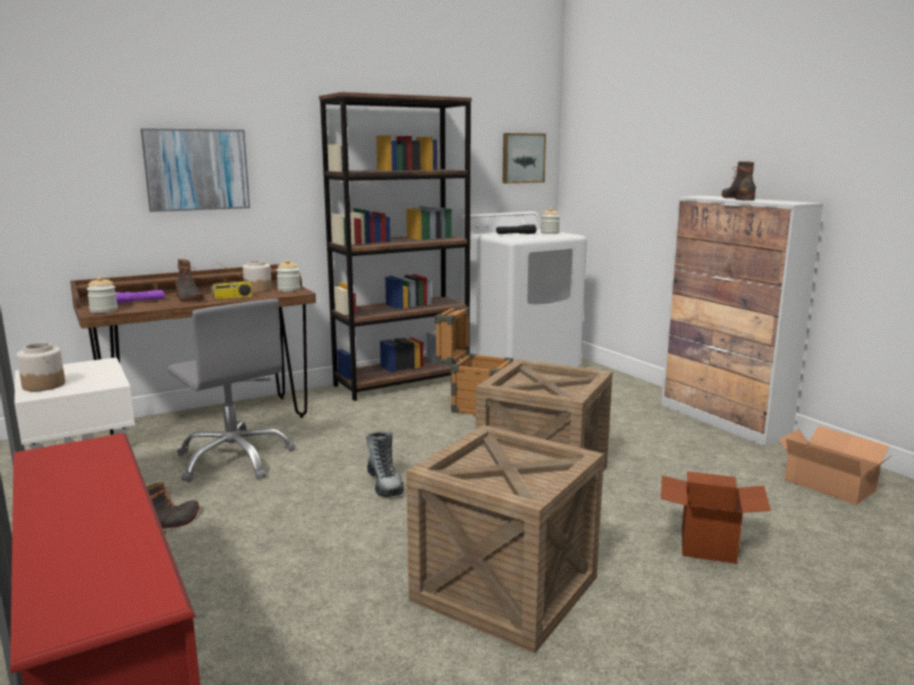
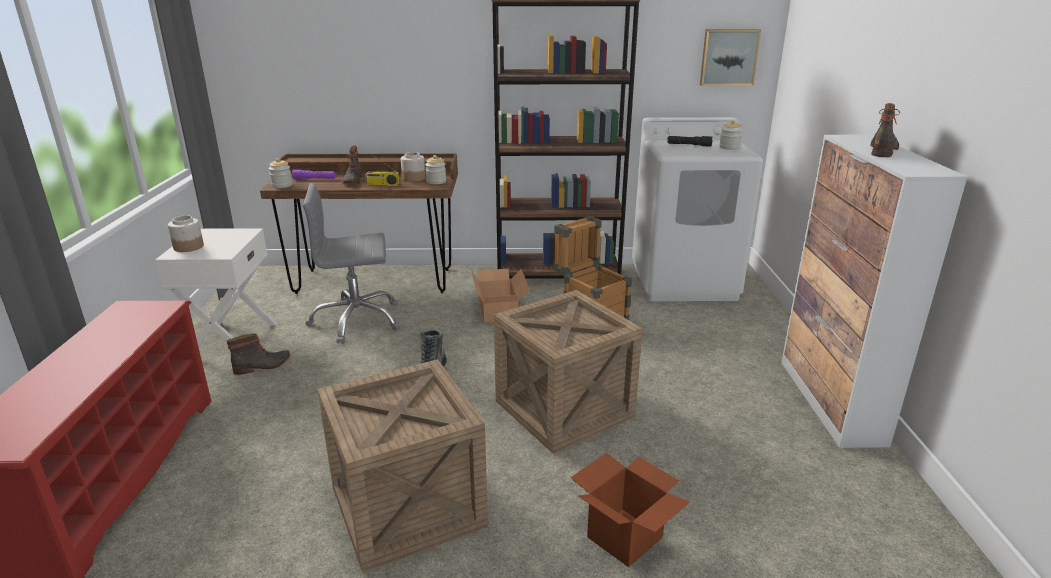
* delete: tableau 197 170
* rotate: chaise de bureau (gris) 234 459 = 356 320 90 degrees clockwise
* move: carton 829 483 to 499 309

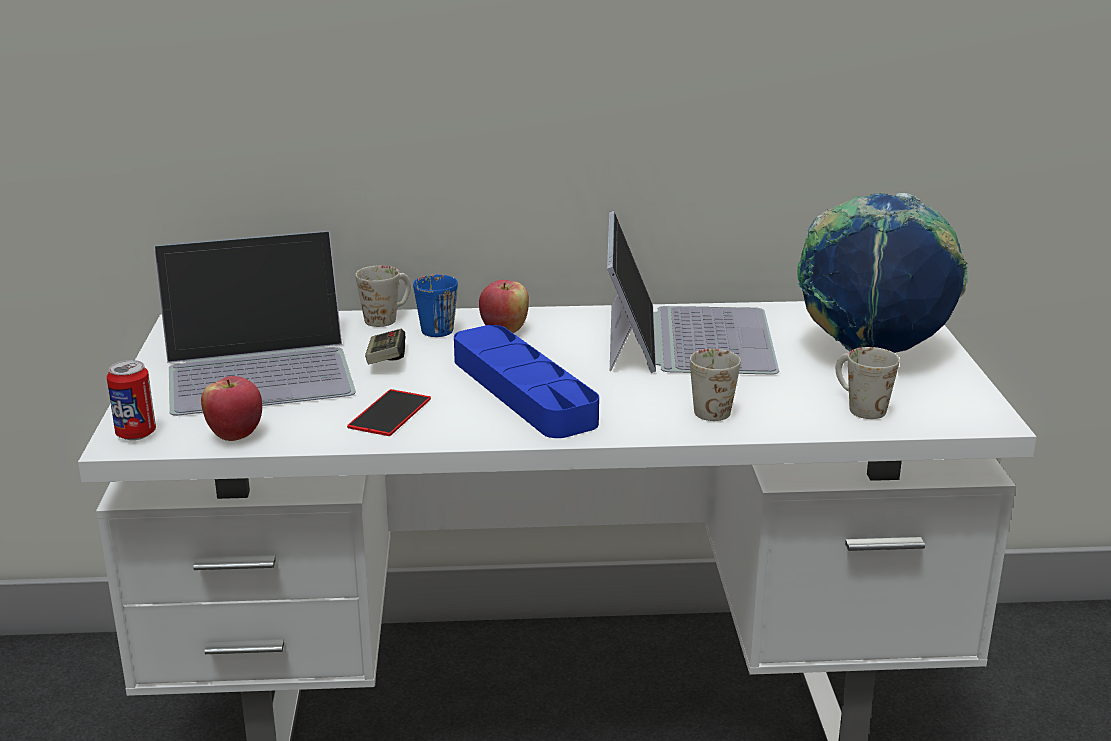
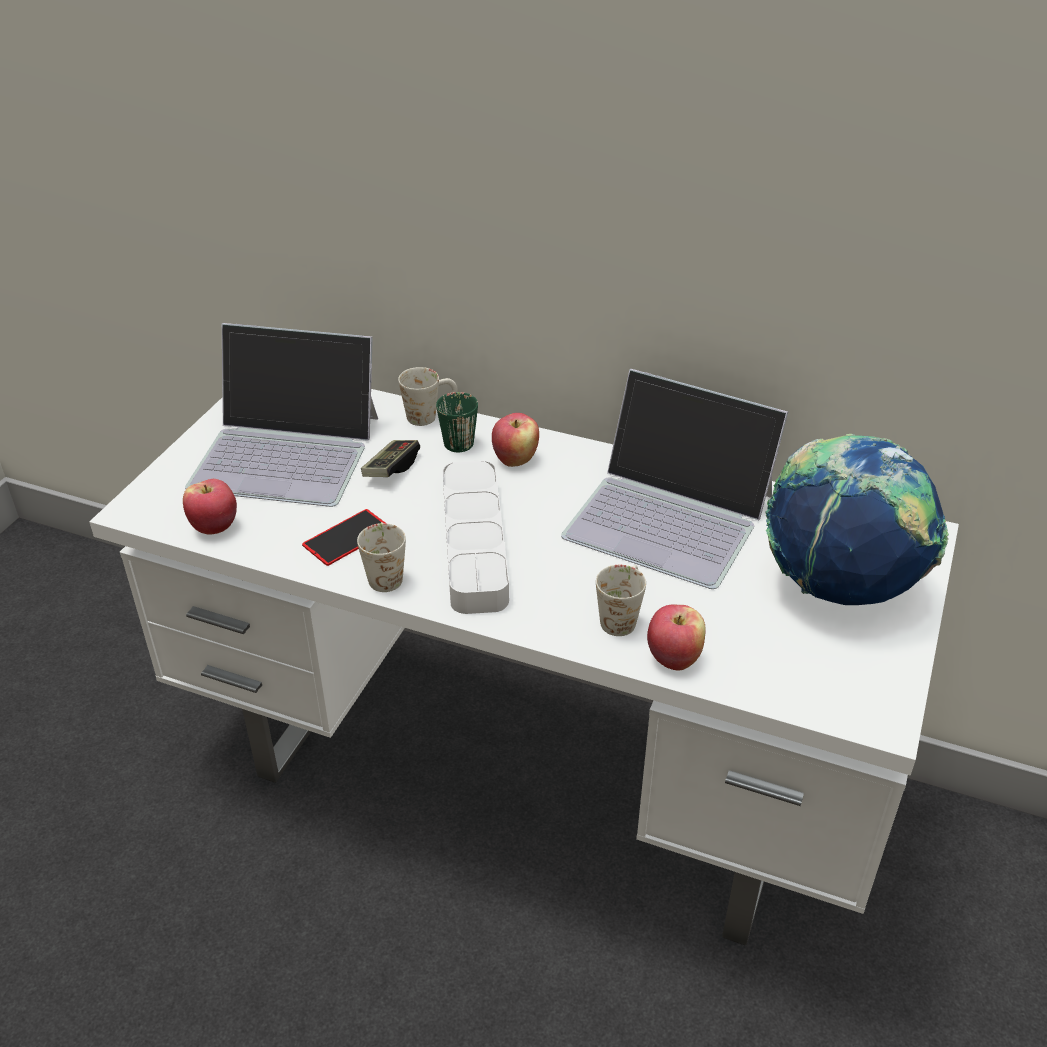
* rotate: ordinateur portable 685 338 = 670 515 90 degrees clockwise
* recolor: mug (bleu) 433 327 to mug (vert) 459 438
* recolor: plateau (bleu) 523 391 to plateau (gris) 474 543
* move: mug (blanc) 858 406 to 384 573
* delete: boîte métallique 136 434
* insert: pomme 673 658

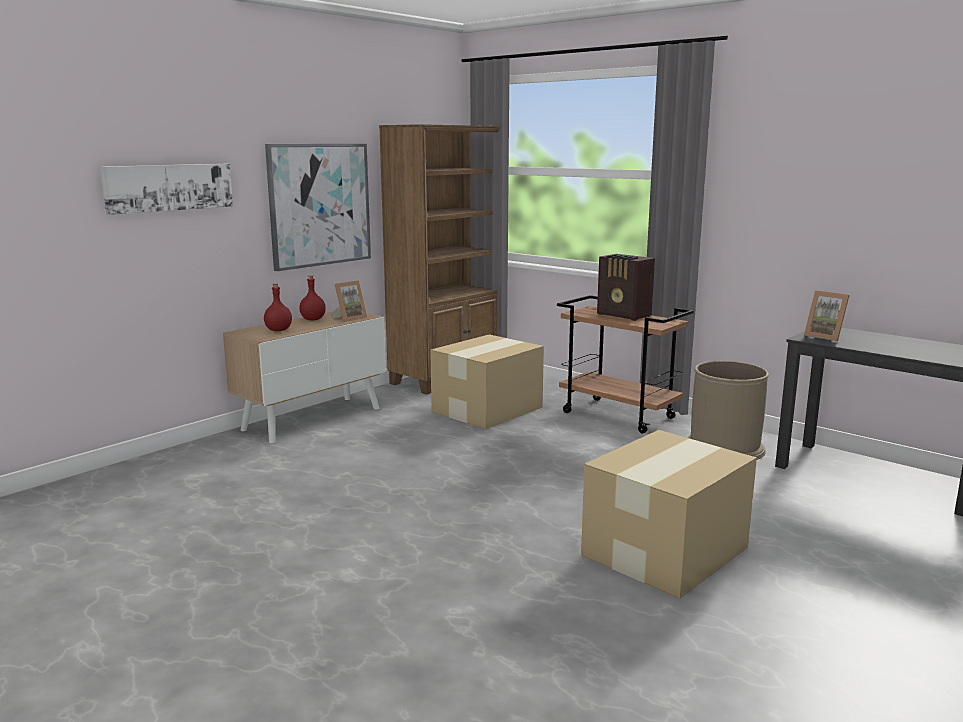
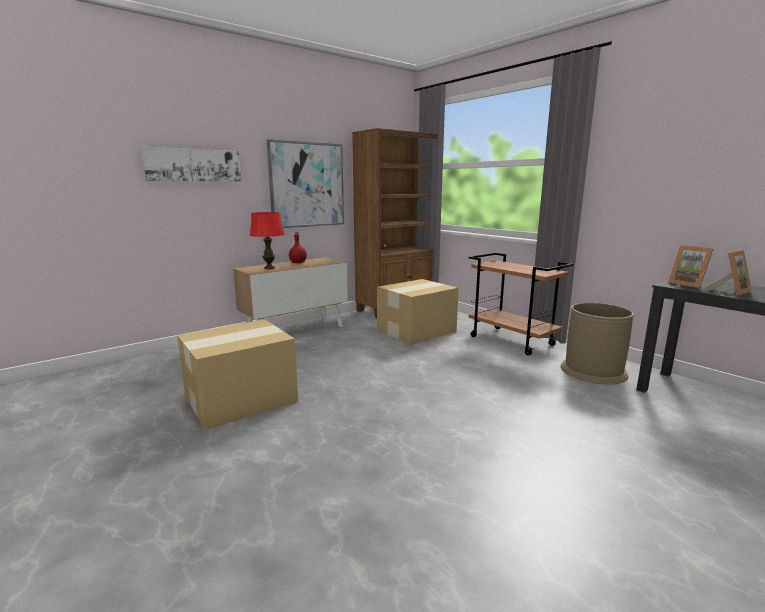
* delete: radio 624 315
* move: cadre photo 349 318 to 730 291
* replace: bouteille (rouge) 278 330 to lampe de table (rouge) 269 268
* move: carton 667 551 to 242 399

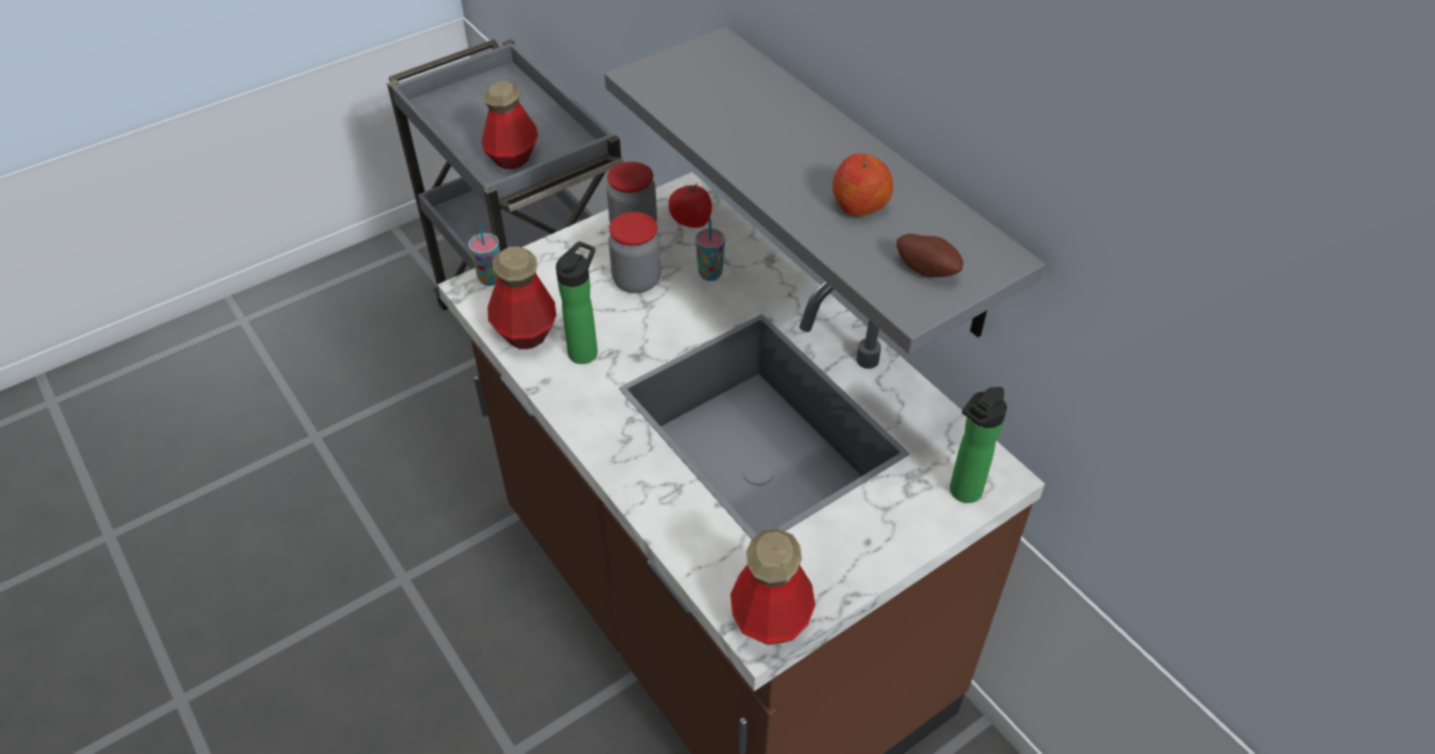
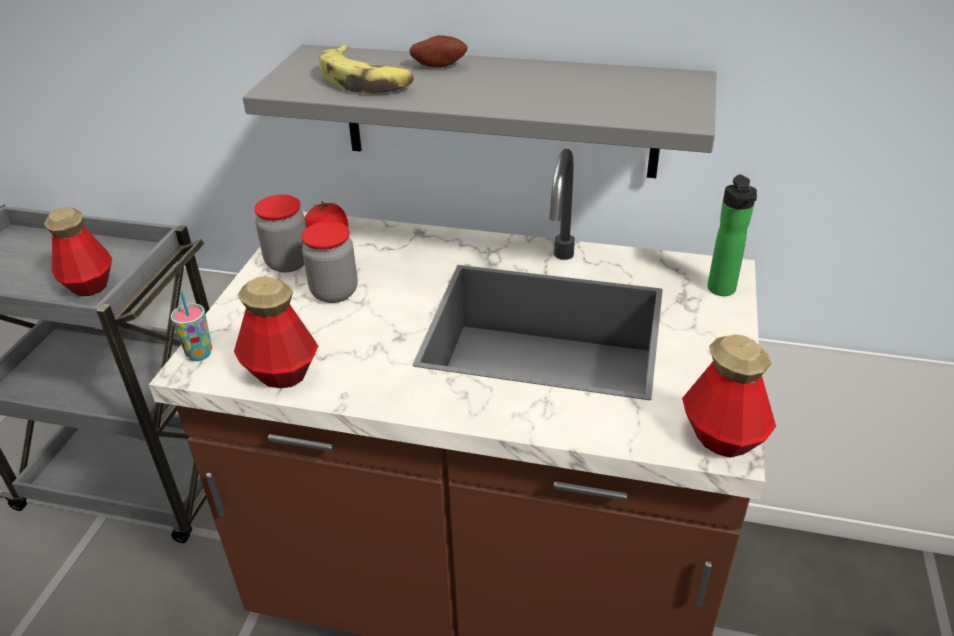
* delete: pomme 859 205
* delete: tasse 710 274
* move: pomme de terre 927 269 to 439 65
* delete: bouteille 585 350
* insert: banane 366 81

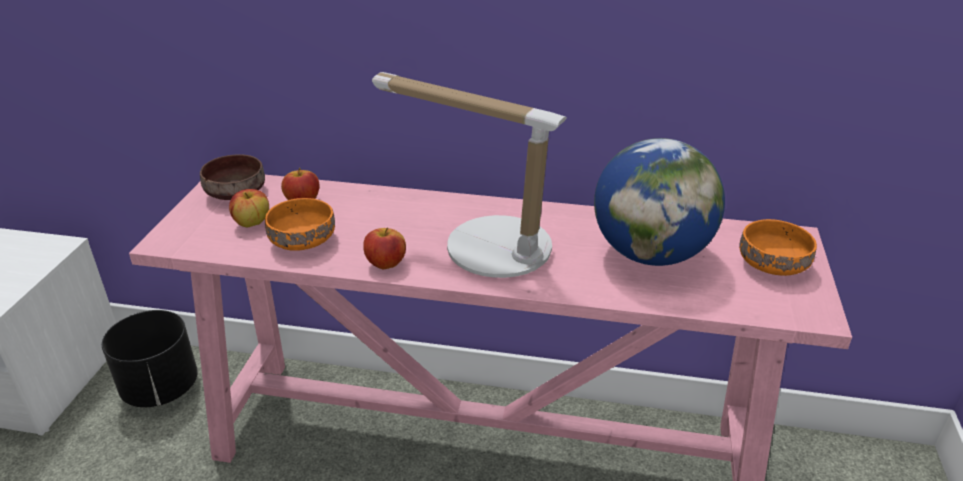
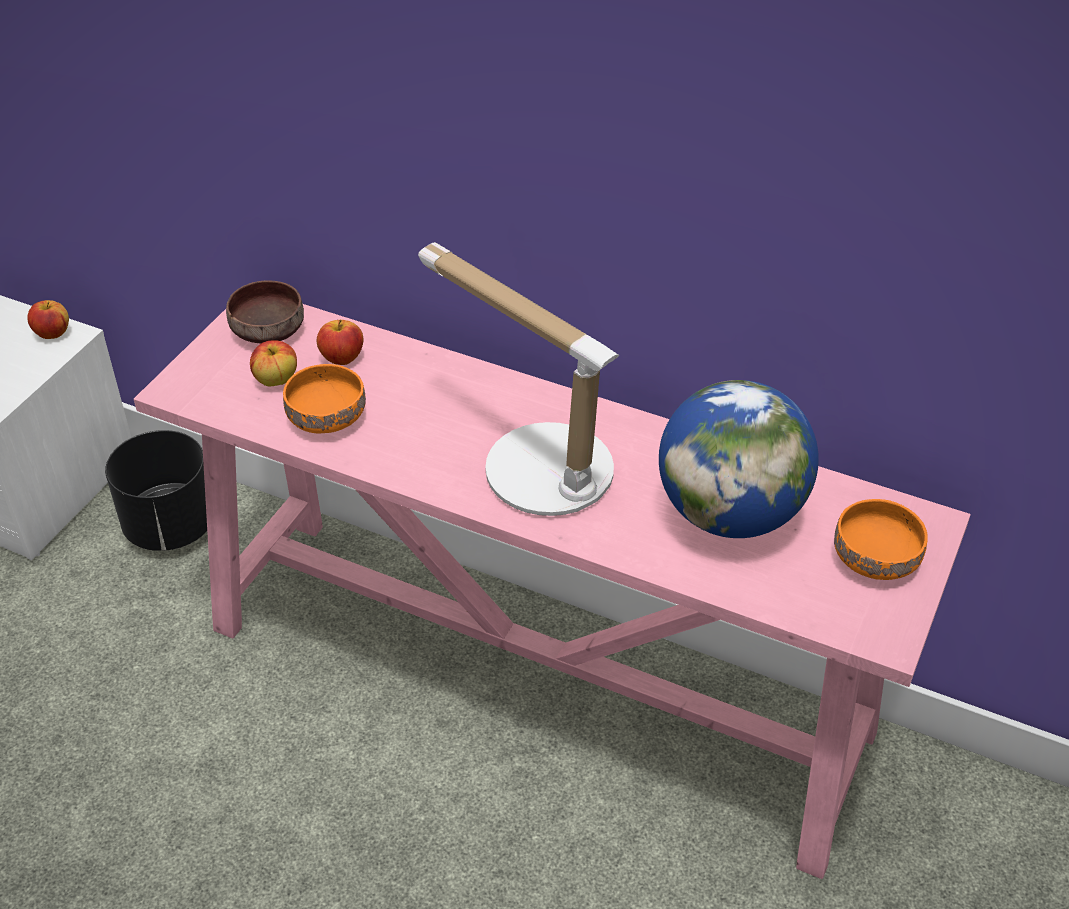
* move: pomme 385 263 to 52 333

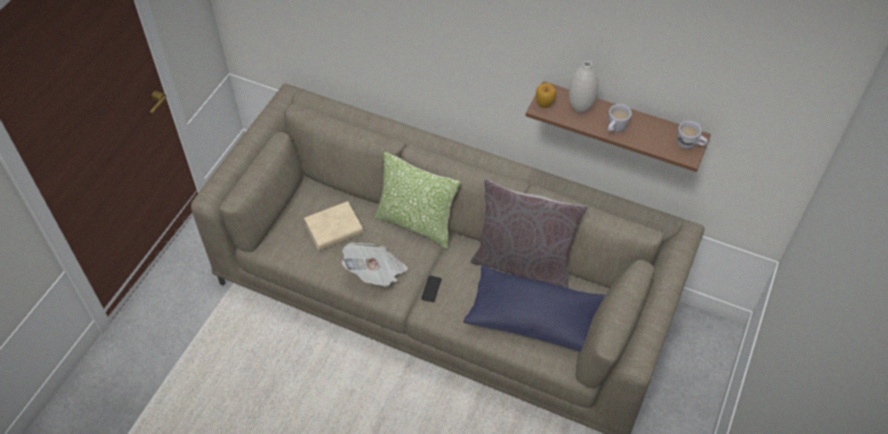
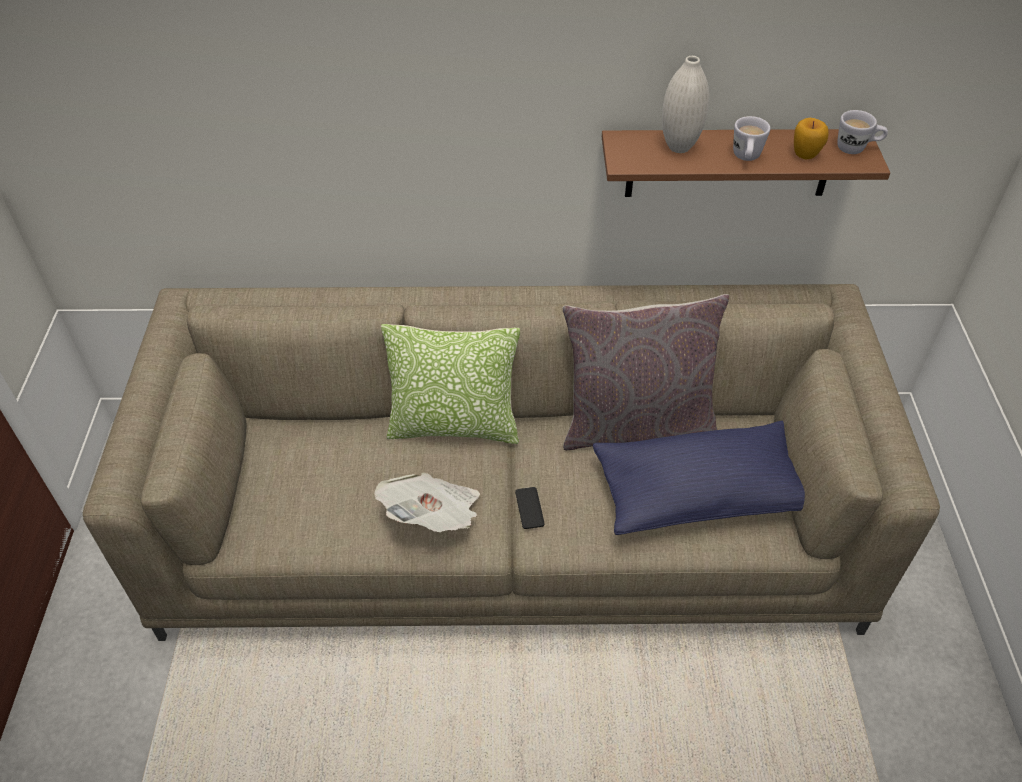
* move: pomme 544 104 to 805 154
* delete: livre (beige) 334 229

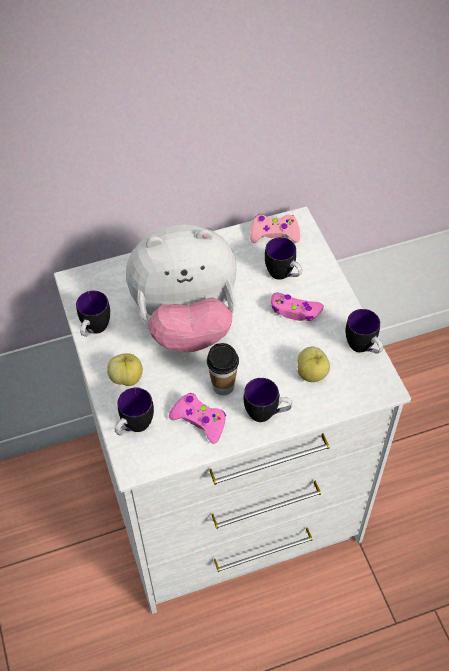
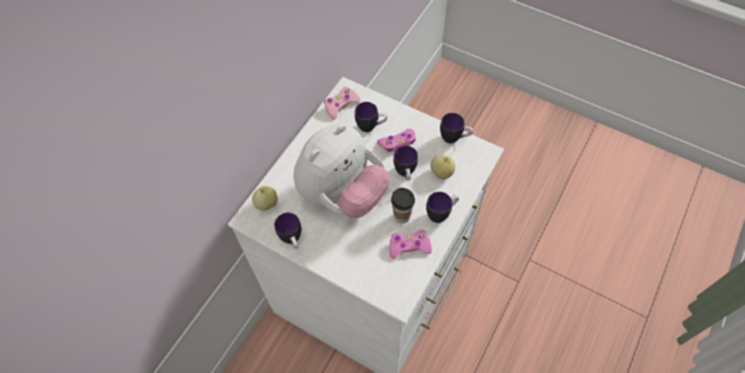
* move: pomme 126 378 to 266 203
* move: mug 134 428 to 405 174

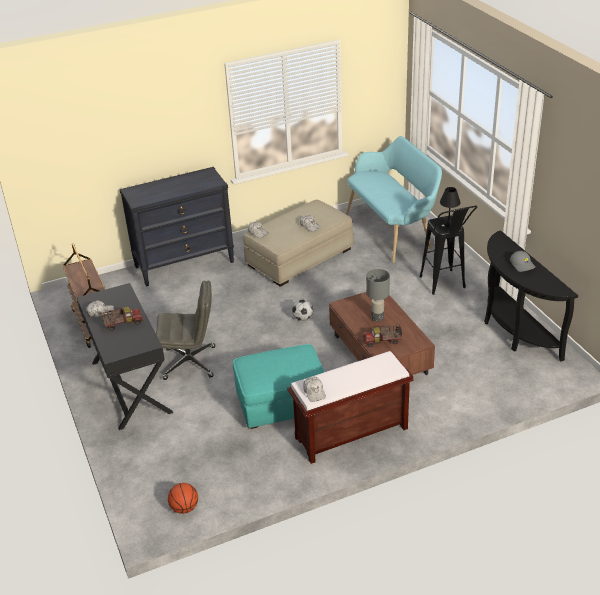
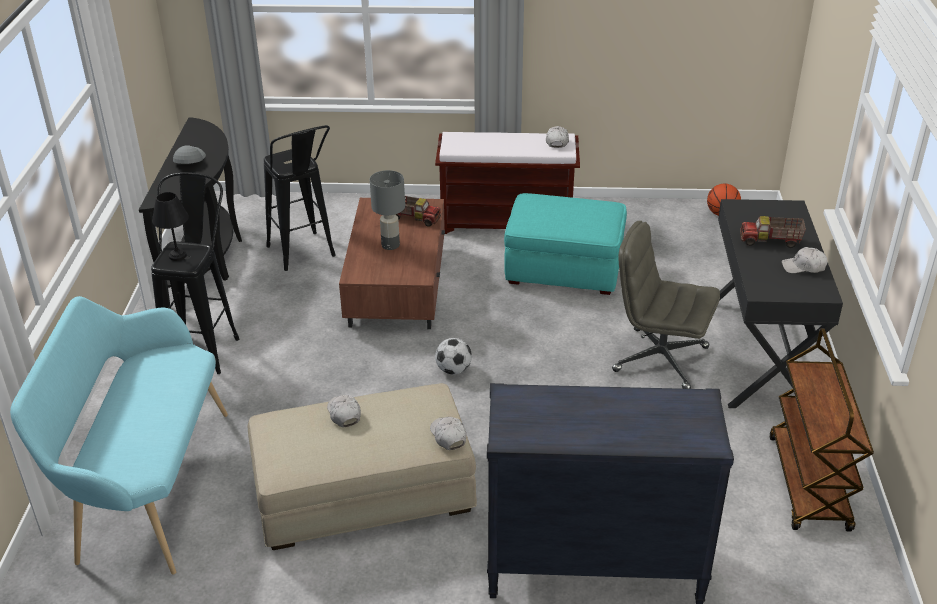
* insert: tabouret (noir) 305 257

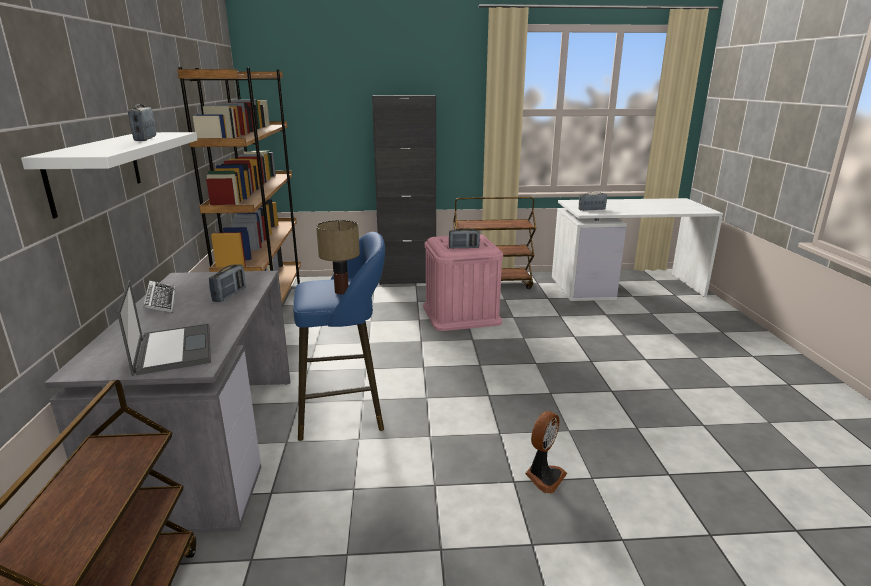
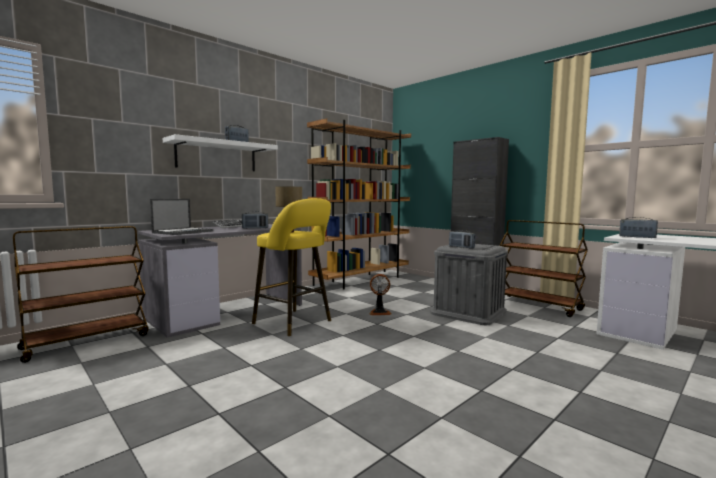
* recolor: tabouret (bleu) 346 410 to tabouret (jaune) 295 323
* recolor: boîte de rangement (rose) 461 314 to boîte de rangement (gris) 468 312
* move: ventilateur 544 476 to 379 312

